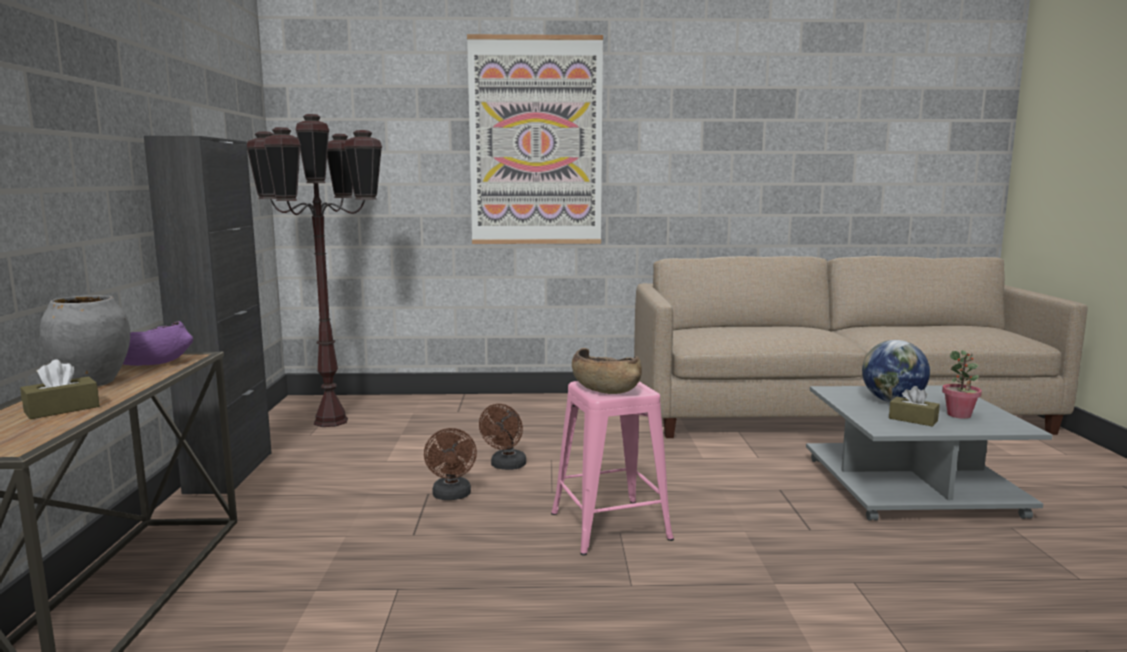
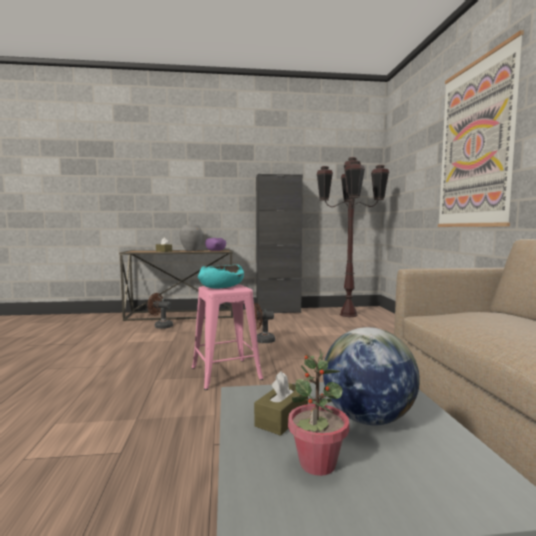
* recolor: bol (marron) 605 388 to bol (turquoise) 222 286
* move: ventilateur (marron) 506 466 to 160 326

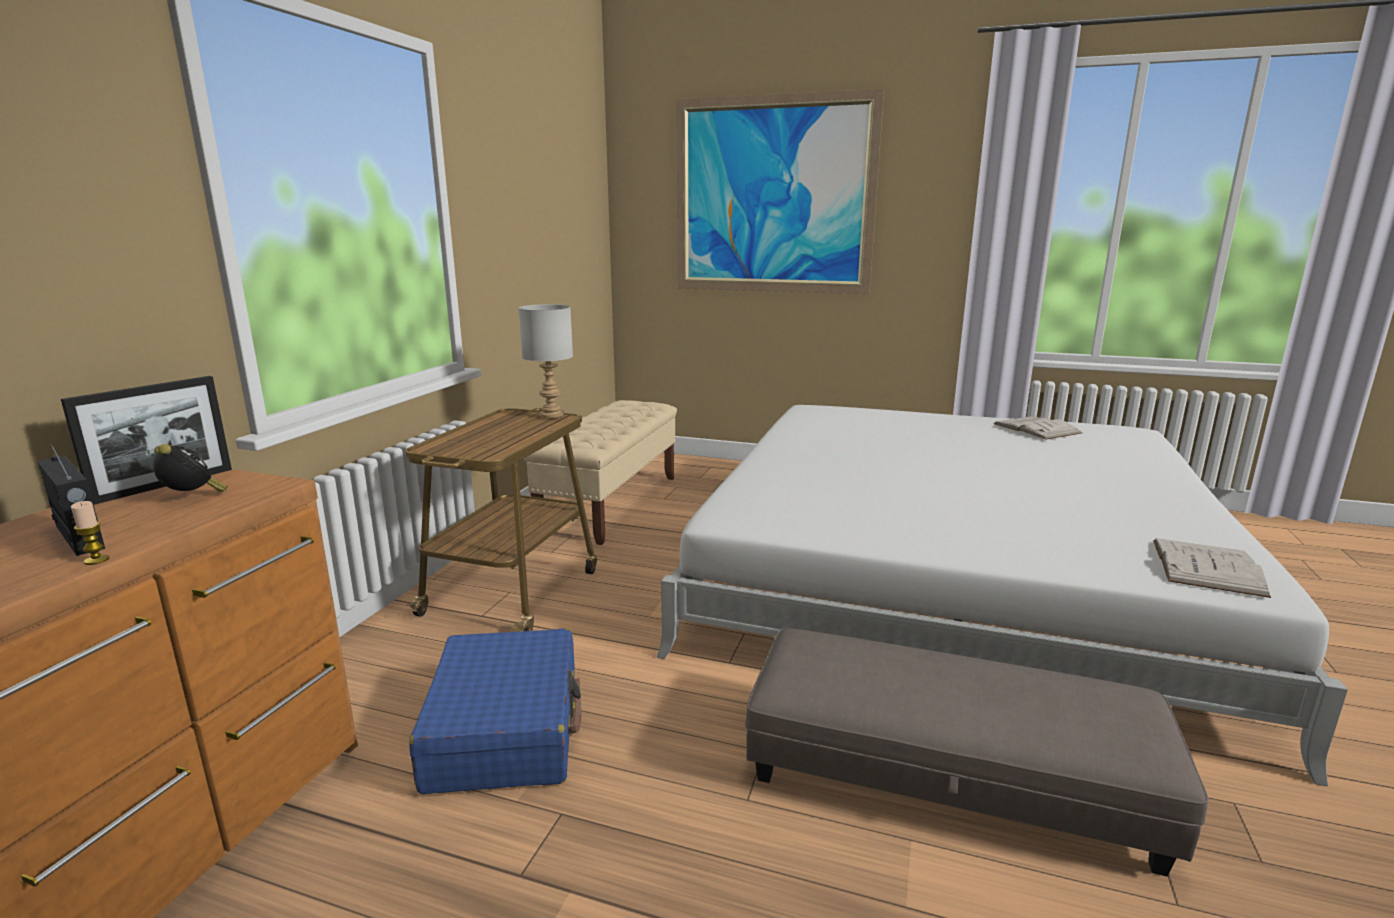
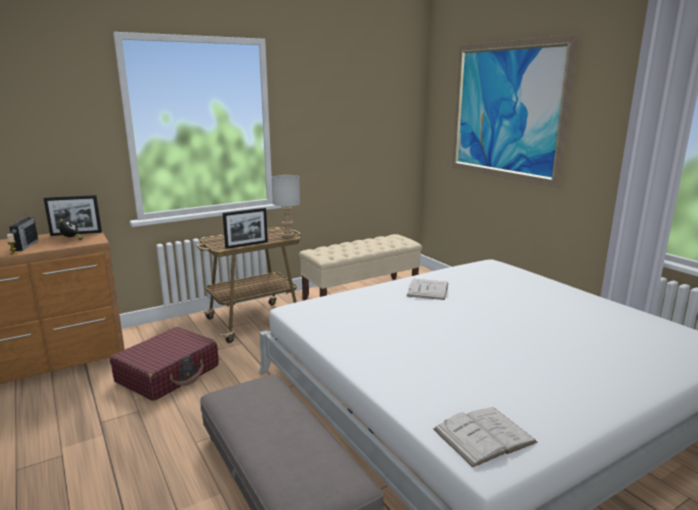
* move: livre (blanc) 1036 428 to 428 289
* recolor: valise (bleu) 505 729 to valise (rouge) 168 374
* insert: cadre photo 246 245

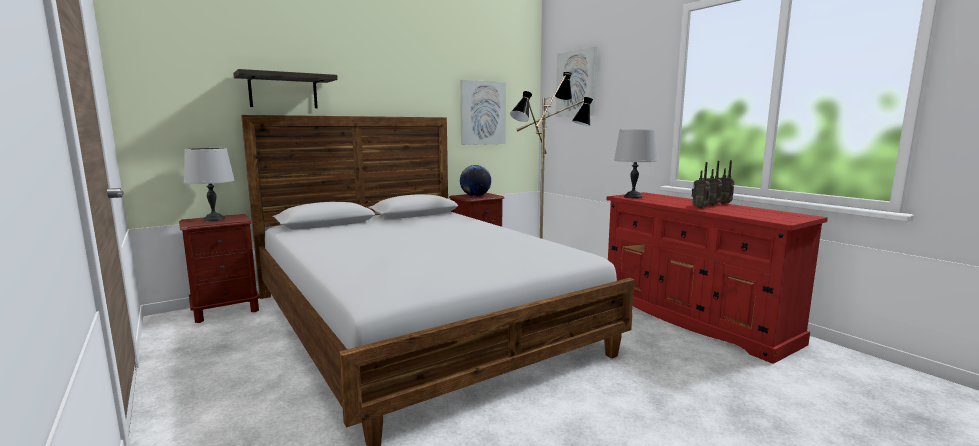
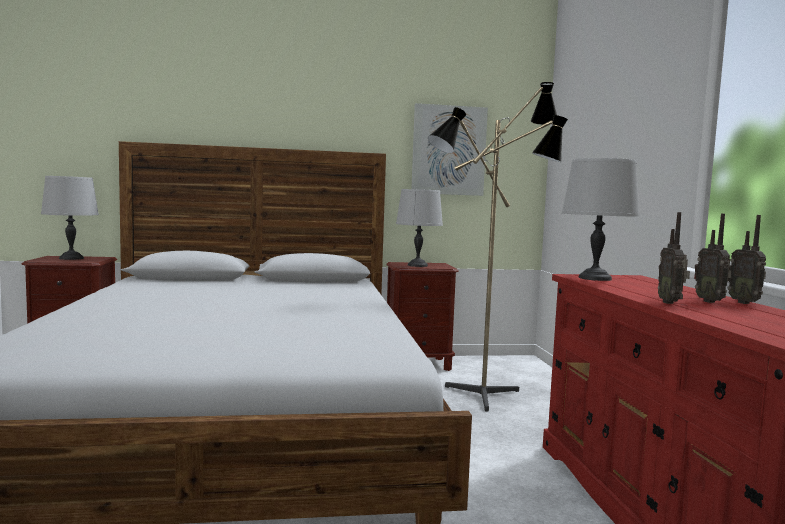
* delete: tableau 576 83
* delete: étagère 283 91
* replace: globe 475 196 to lampe de table (gris) 417 265

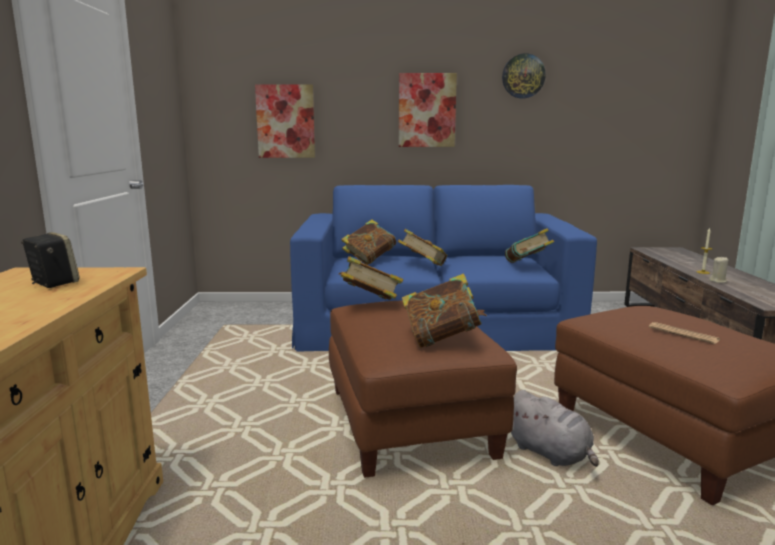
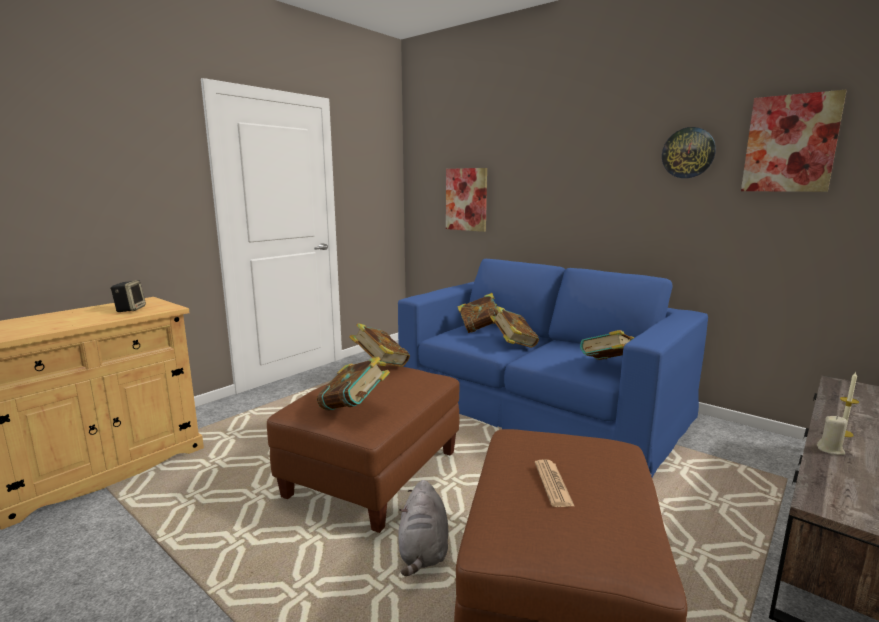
* move: tableau 427 110 to 790 144

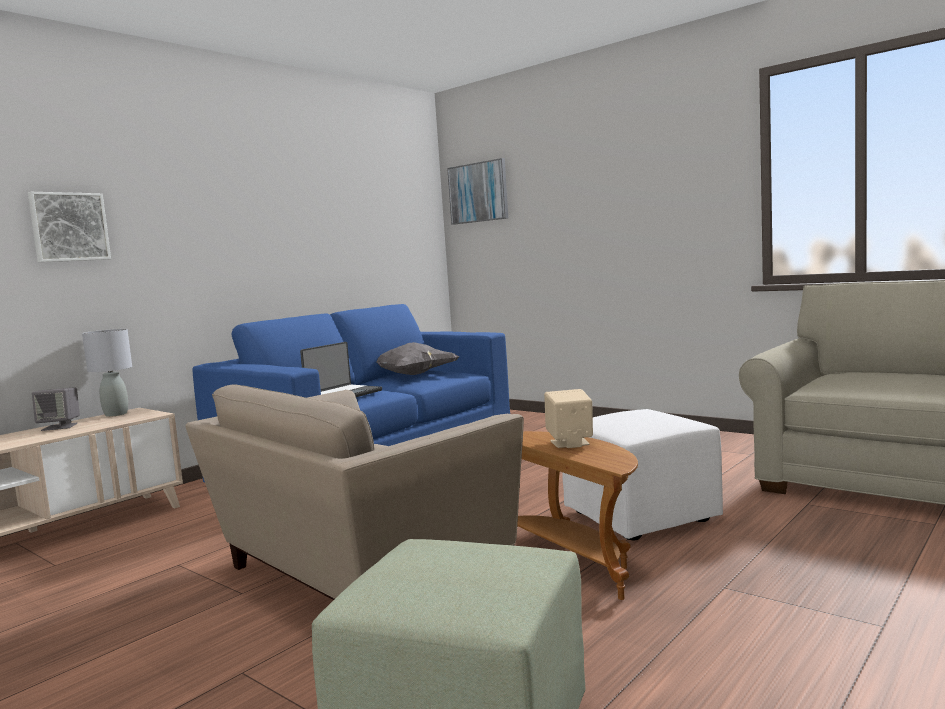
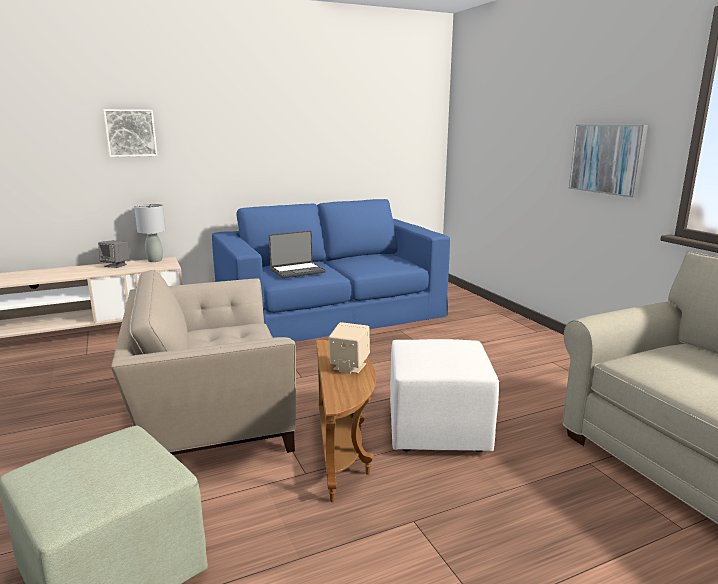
* move: tableau 478 192 to 607 159
* delete: coussin (gris) 413 375

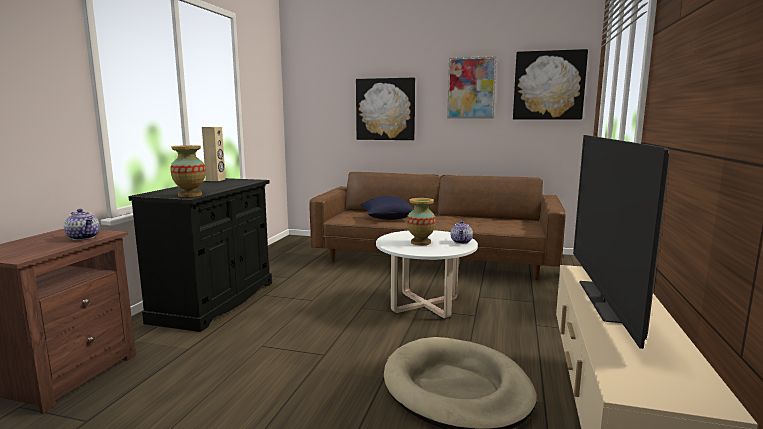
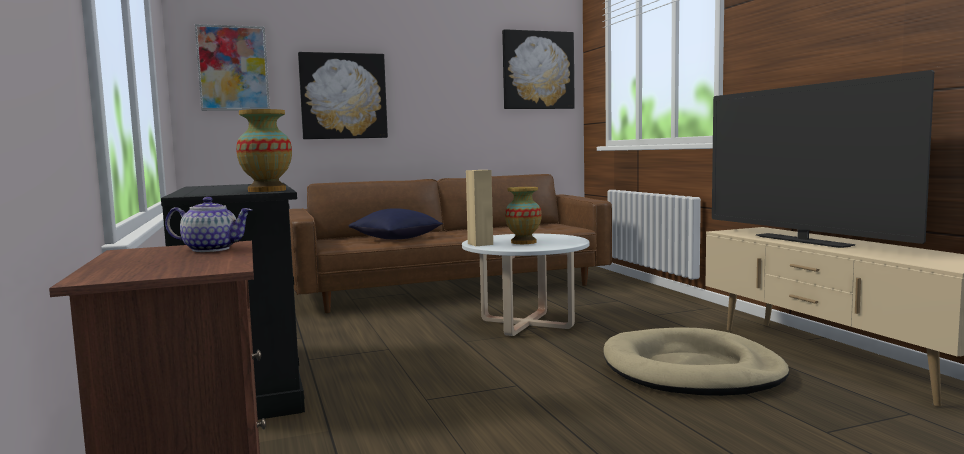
* move: tableau 471 88 to 233 68
* move: enceinte (beige) 216 180 to 480 244
* delete: théière 461 242

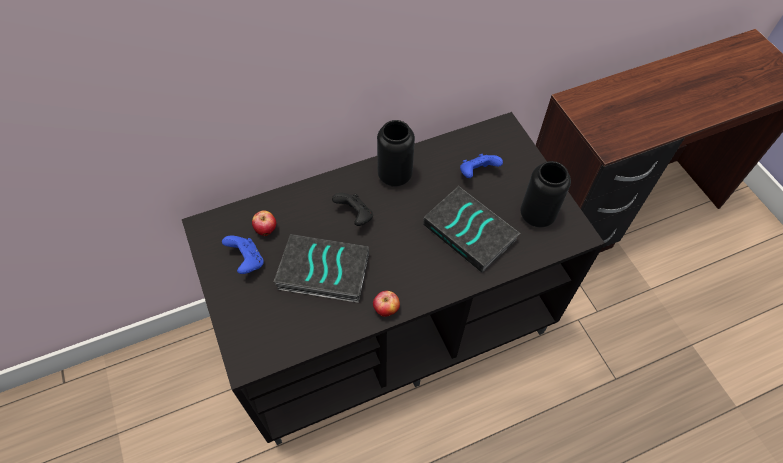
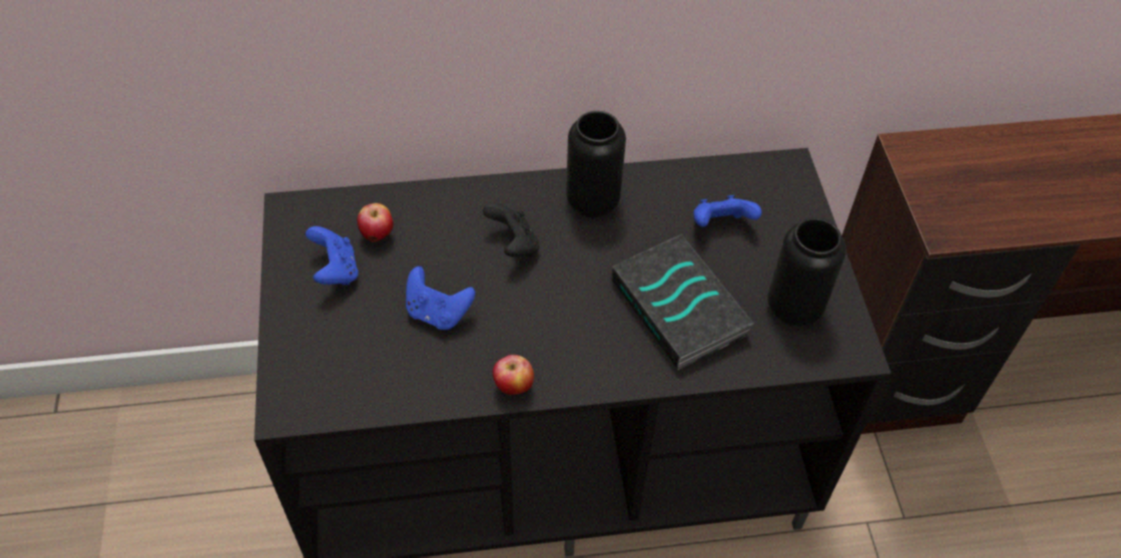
* replace: livre 322 273 to manette (bleu) 438 313

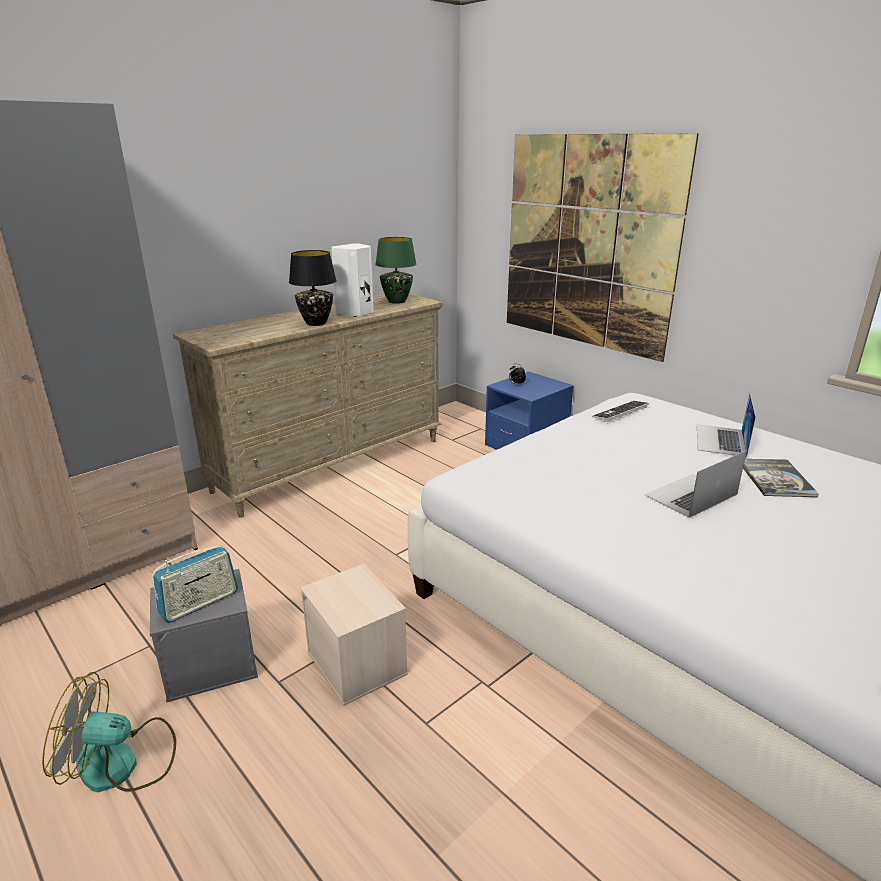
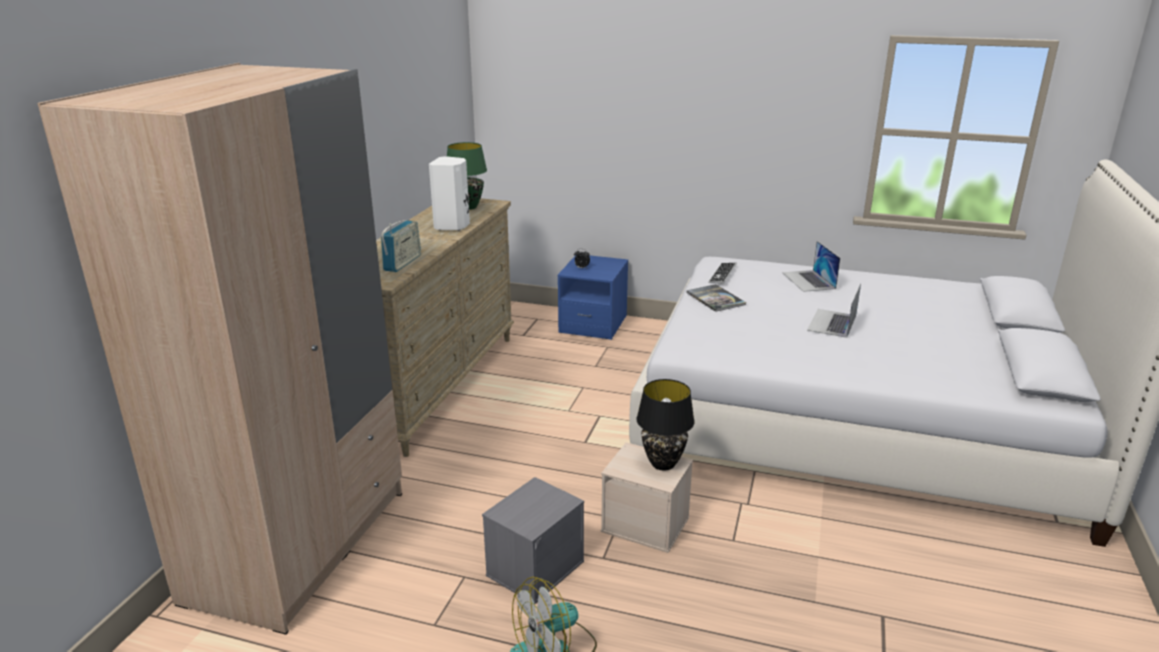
* delete: tableau 587 243
* move: lampe de table (noir) 316 323 to 663 464
* move: livre 775 479 to 715 299
* move: radio 199 603 to 402 263

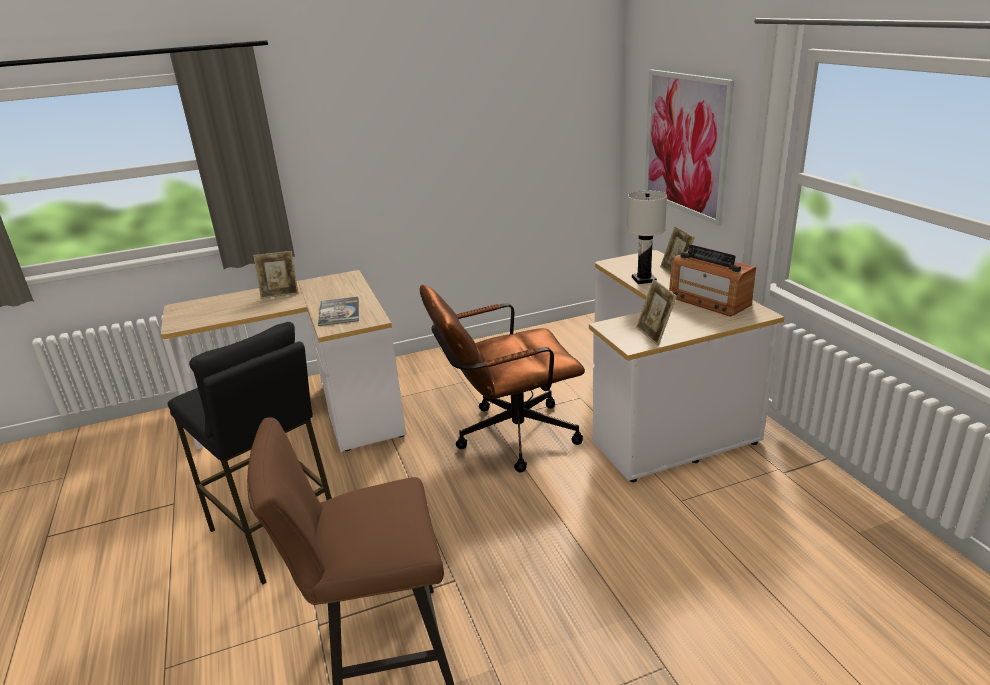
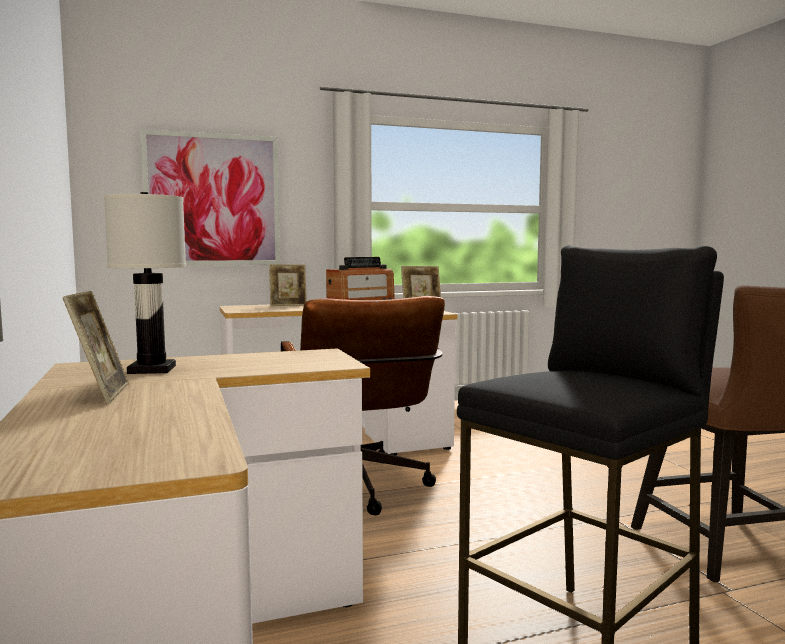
* move: lampe de table (blanc) 644 279 to 153 369
* delete: livre 339 312

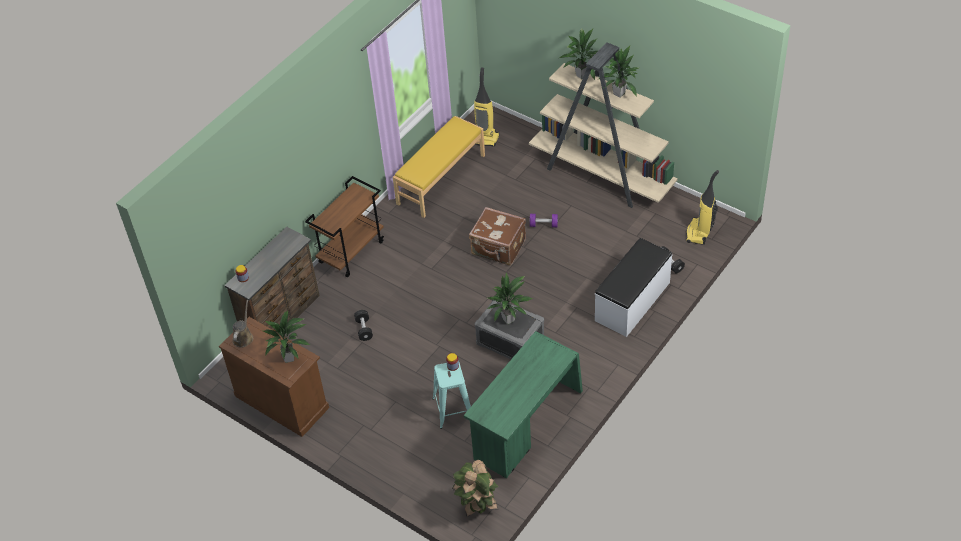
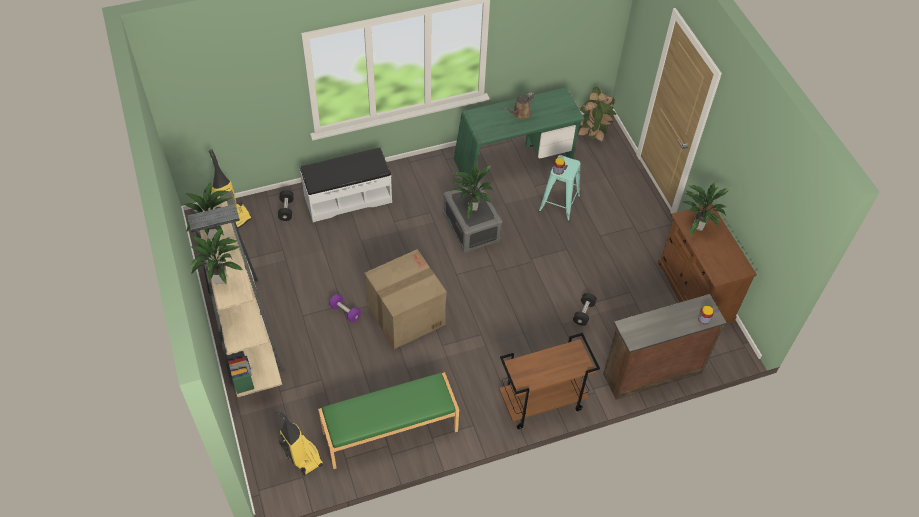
* recolor: banc (jaune) 440 179 to banc (vert) 390 432
* replace: valise (marron) 498 248 to carton 405 315
* move: arrosoir (marron) 243 337 to 520 114

